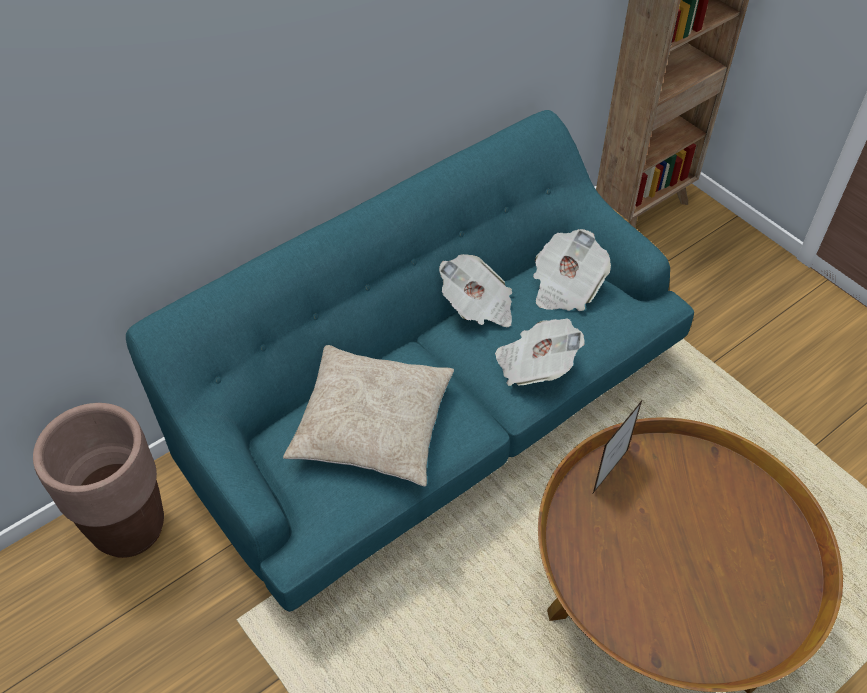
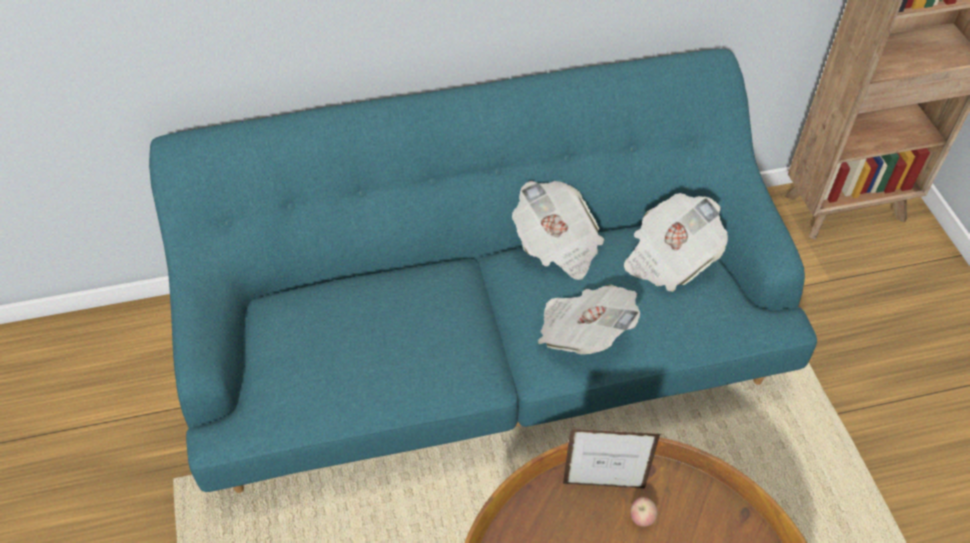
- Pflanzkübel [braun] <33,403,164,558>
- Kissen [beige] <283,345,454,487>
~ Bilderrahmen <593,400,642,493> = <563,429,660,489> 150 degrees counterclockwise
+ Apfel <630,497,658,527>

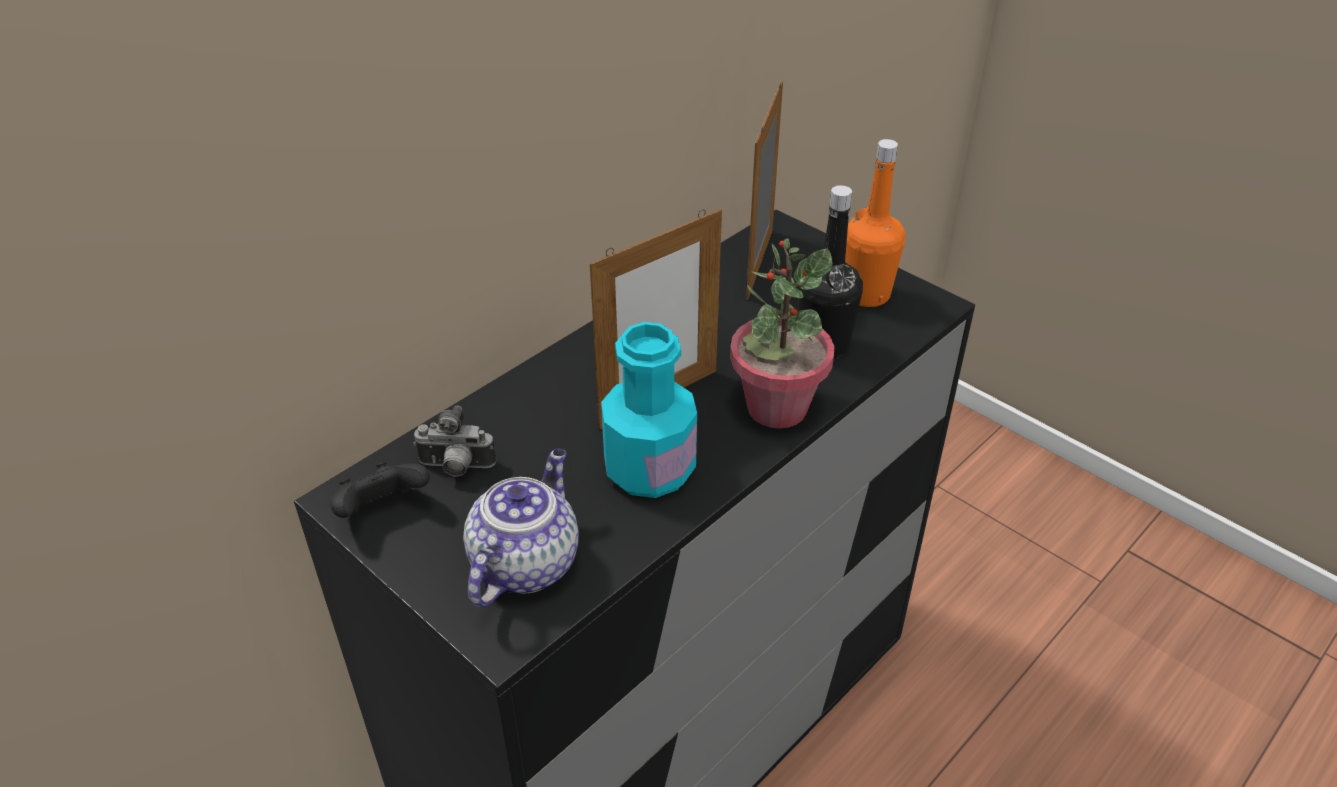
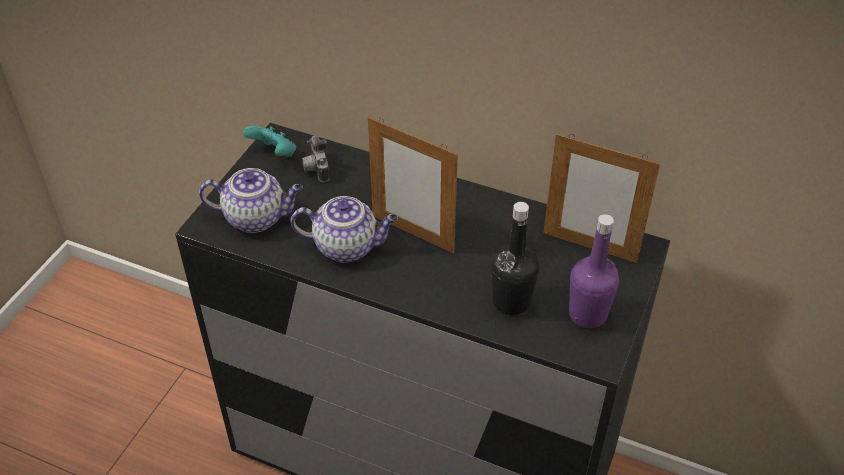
~ Gamepad [schwarz] <330,461,430,518> to Gamepad [türkis] <243,126,296,157>
~ Flasche [türkis] <601,322,697,498> to Teekanne <291,196,398,262>
- Topfpflanze <730,238,834,429>
~ Bilderrahmen <746,80,783,299> = <543,134,660,263> 150 degrees counterclockwise
~ Flasche [orange] <845,139,906,307> to Flasche [lila] <569,214,619,328>

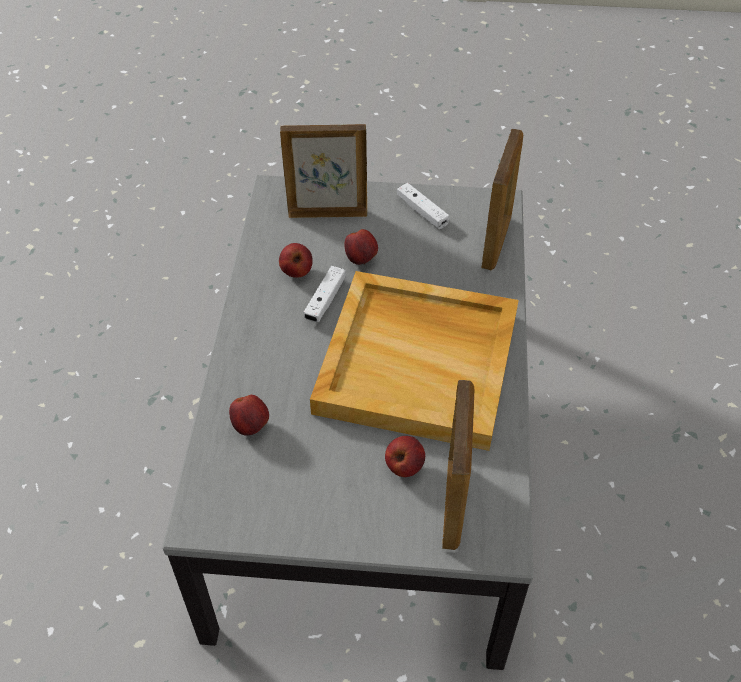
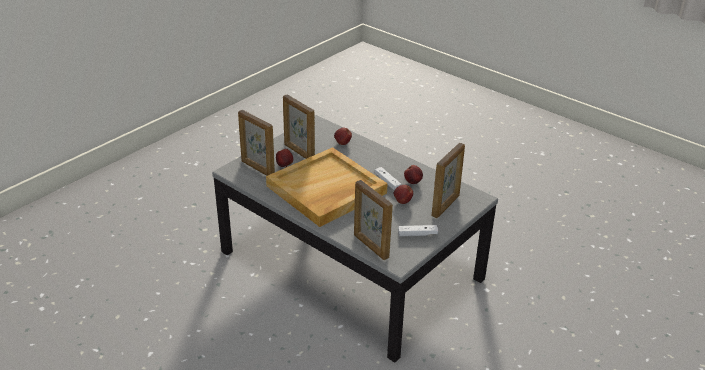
+ Bilderrahmen <283,94,315,159>

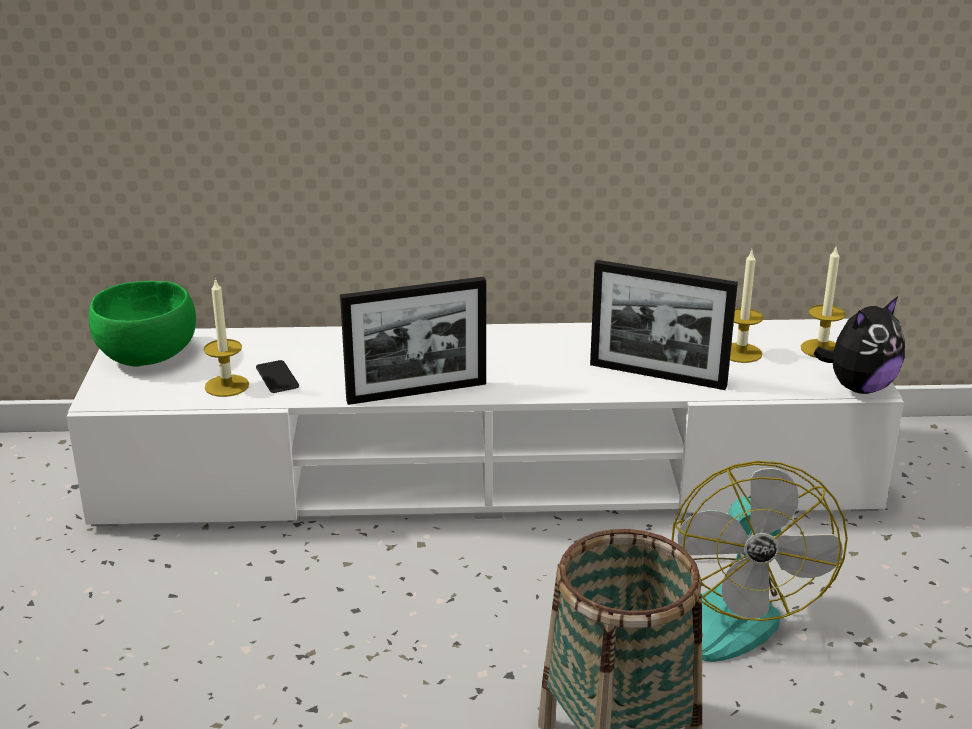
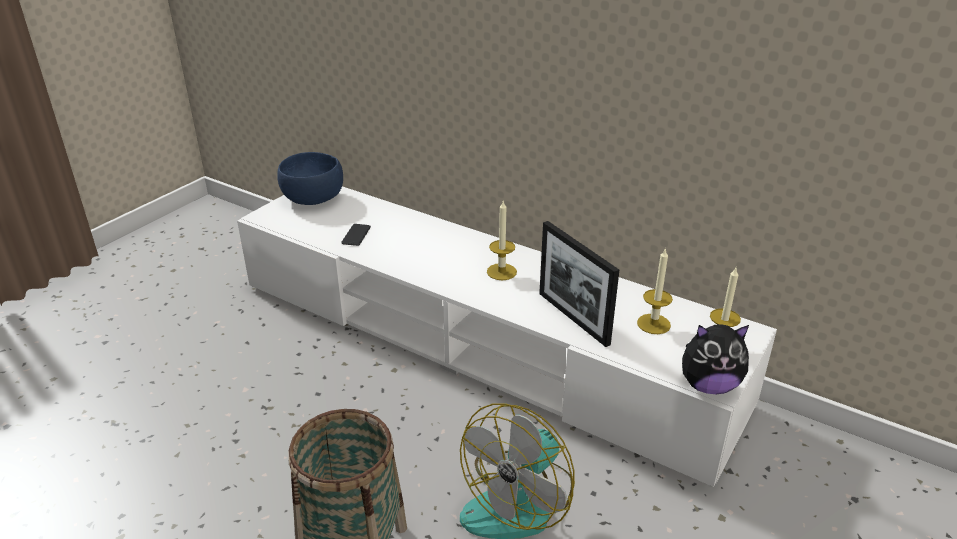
~ Schüssel [grün] <89,281,196,367> to Schüssel [blau] <277,152,343,205>
~ Kerze <204,278,249,397> to <487,201,517,280>
- Bilderrahmen <340,277,486,405>

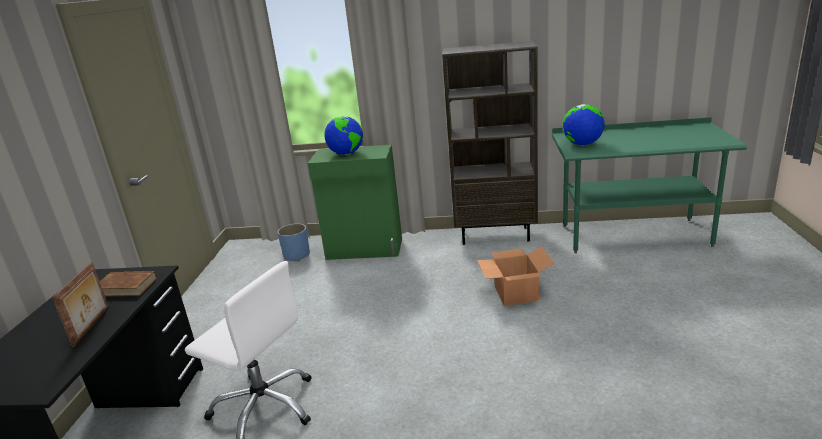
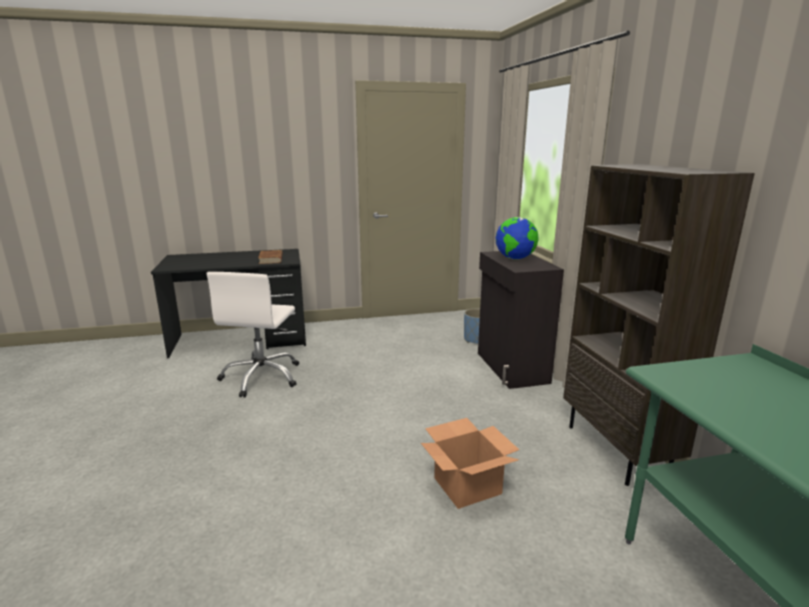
- Bilderrahmen <52,262,109,347>
~ Schrank [grün] <307,144,402,260> to Schrank [schwarz] <478,251,564,389>
- Globus <562,104,605,145>

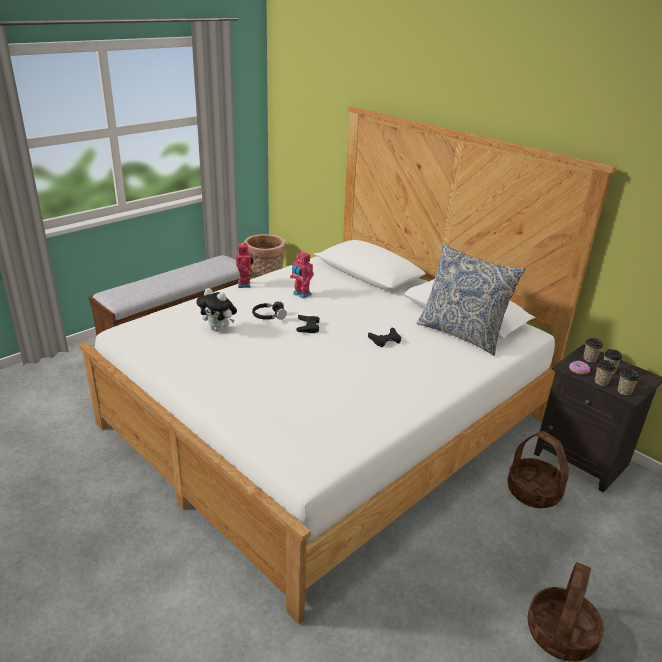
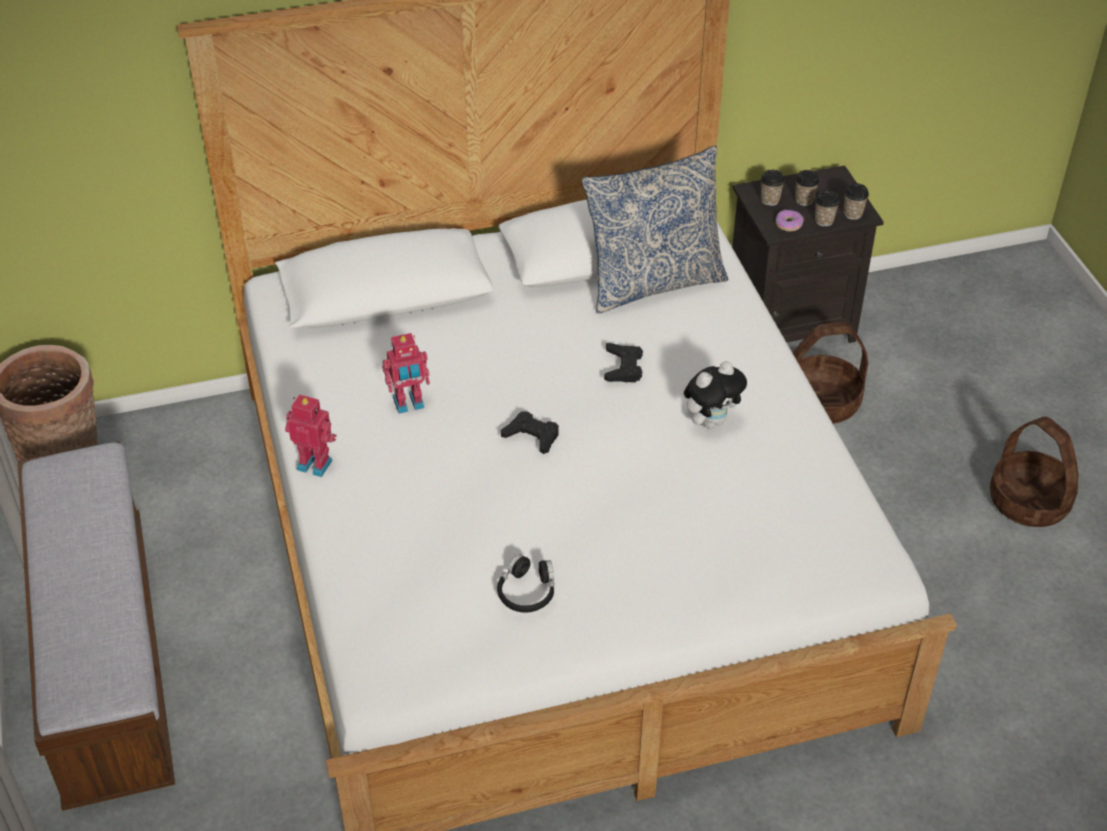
~ Plüschtier <196,288,237,332> to <684,361,747,429>
~ Kopfhörer [schwarz] <252,301,287,320> to <497,554,554,613>

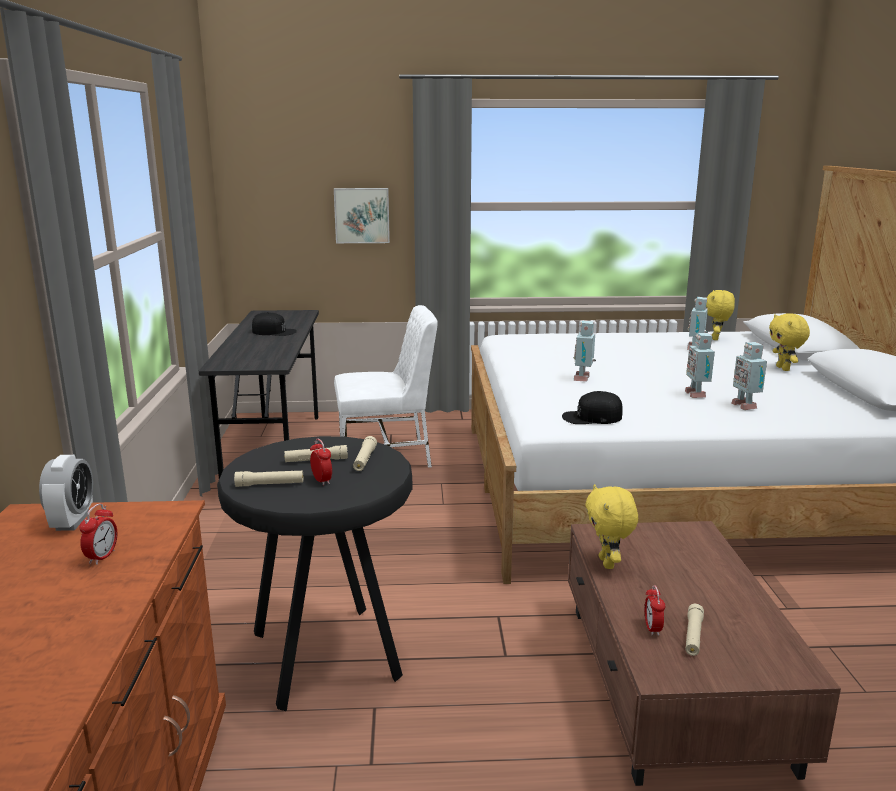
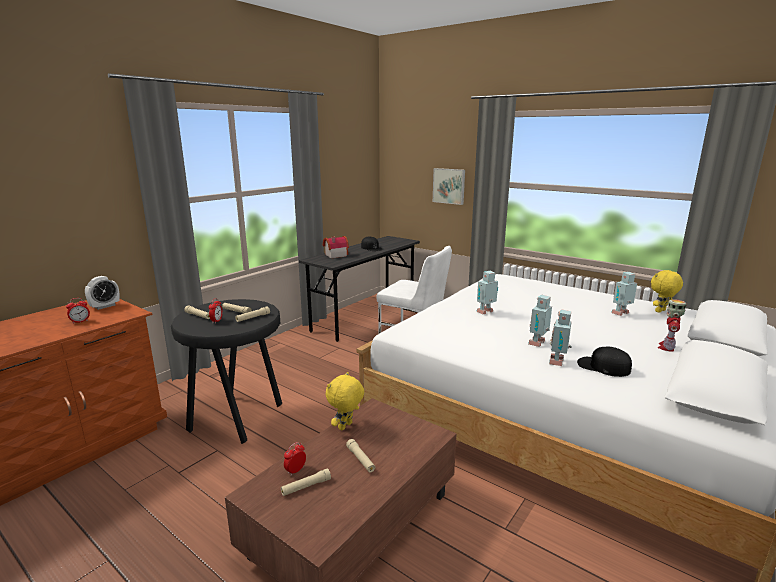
~ Kappe [schwarz] <562,391,623,424> to <577,347,632,377>
~ Plüschtier [gelb] <769,313,810,371> to Spielzeugroboter <658,299,687,352>
+ Spielzeughaus <323,236,349,258>
+ Taschenlampe [beige] <346,439,375,473>

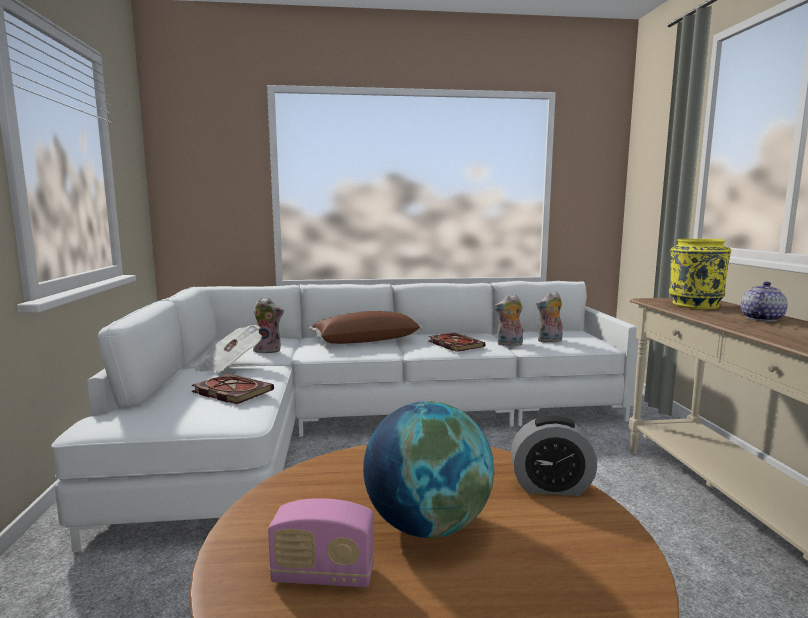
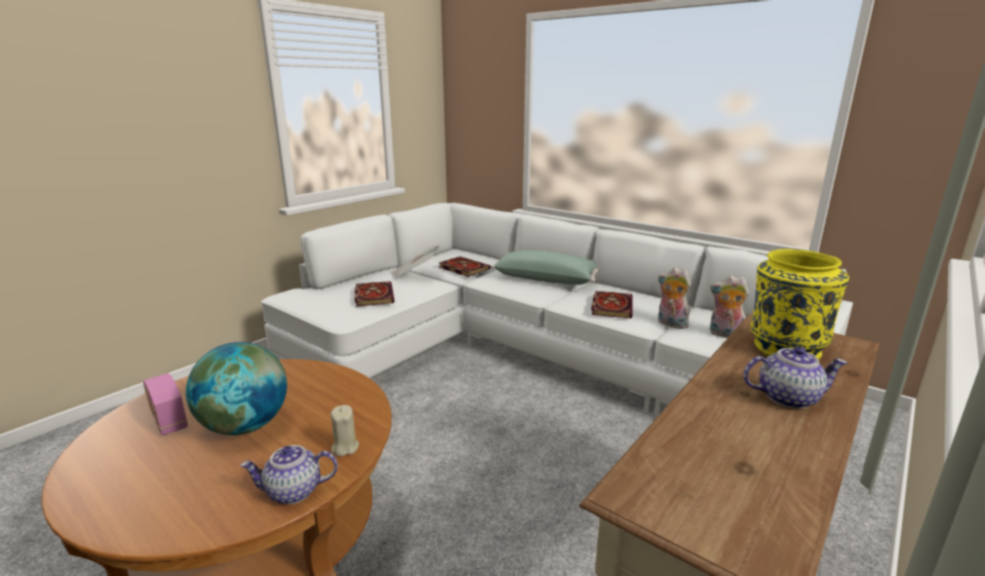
~ Plüschtier <253,298,284,353> to Buch <438,256,491,277>
~ Kissen [braun] <309,311,423,344> to Kissen [grün] <491,250,599,285>
~ Wecker <511,416,597,496> to Kerze [beige] <330,405,359,456>
+ Teekanne <240,445,338,504>

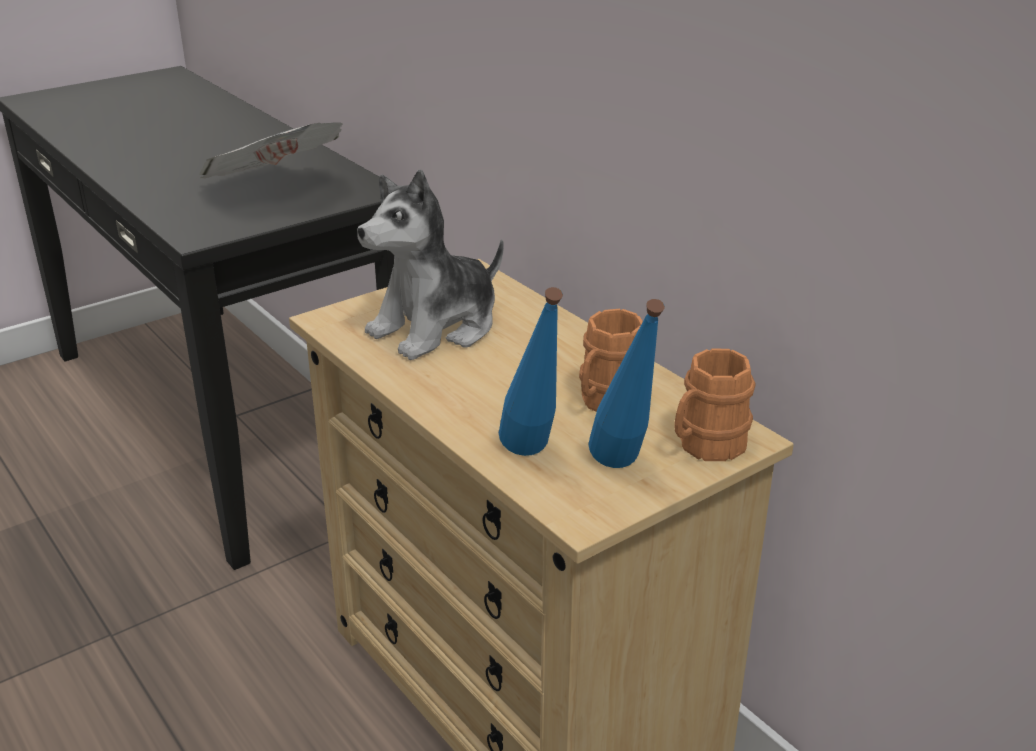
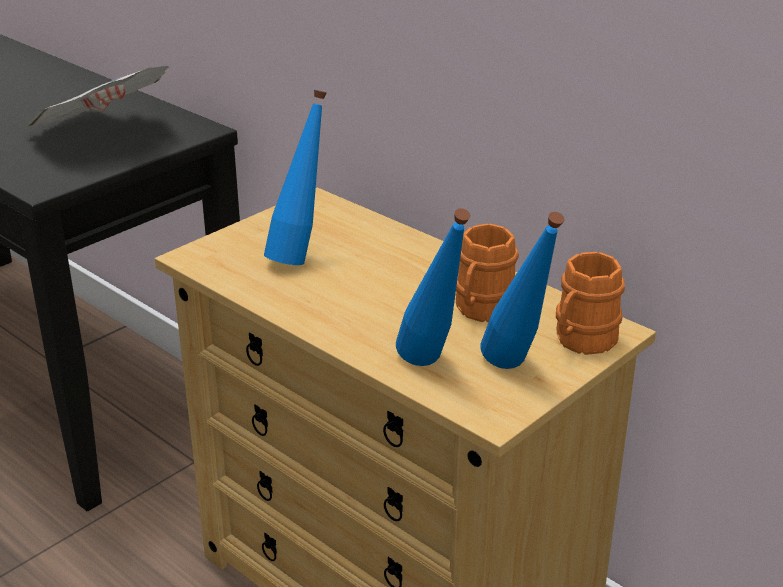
~ Plüschtier <357,170,504,360> to Flasche [blau] <264,90,327,265>

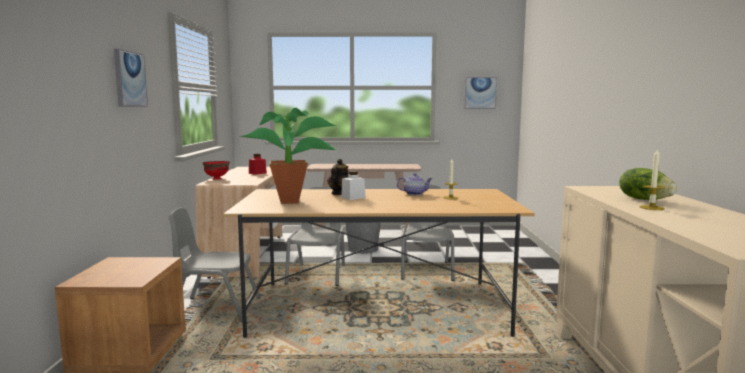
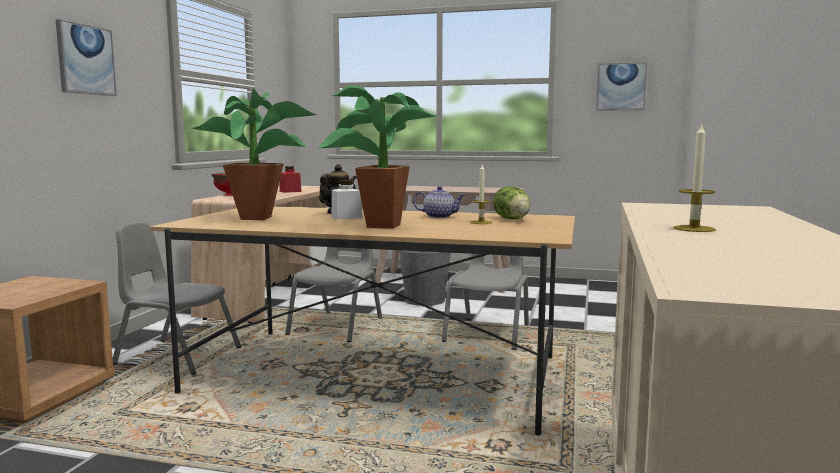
~ Salatkopf <619,168,677,200> to <493,186,530,219>
+ Topfpflanze <318,85,438,229>

